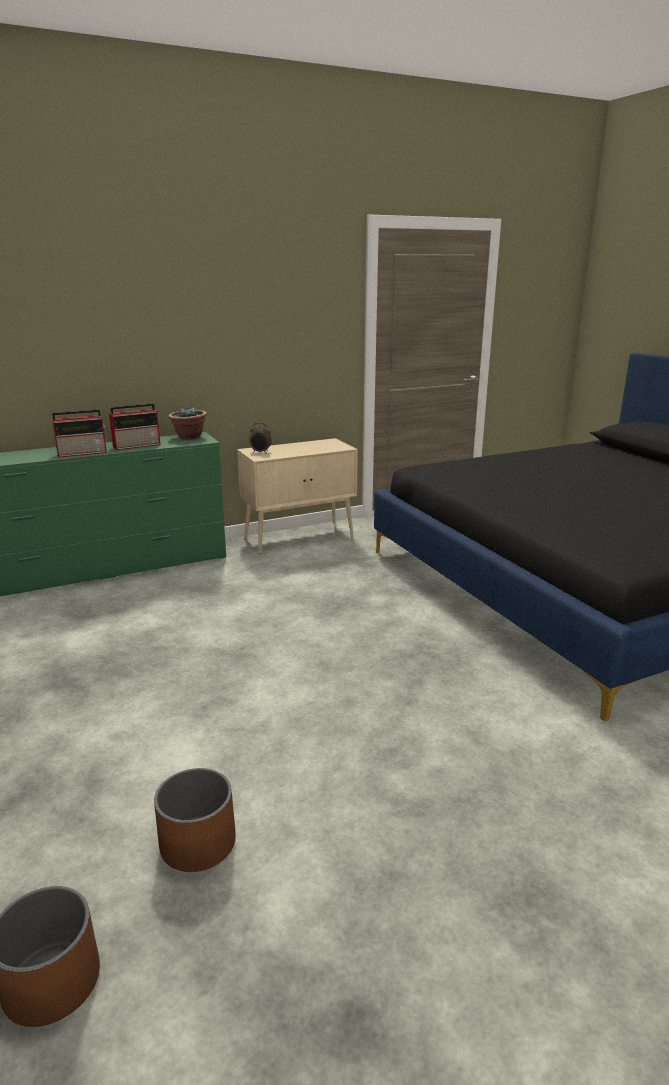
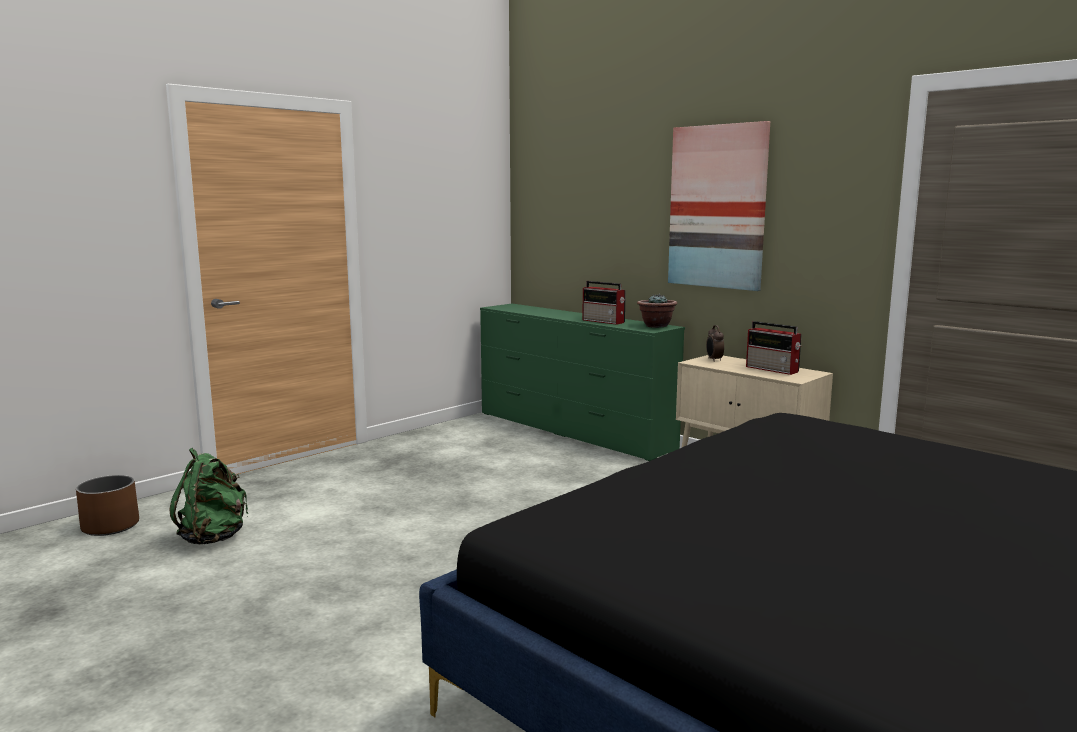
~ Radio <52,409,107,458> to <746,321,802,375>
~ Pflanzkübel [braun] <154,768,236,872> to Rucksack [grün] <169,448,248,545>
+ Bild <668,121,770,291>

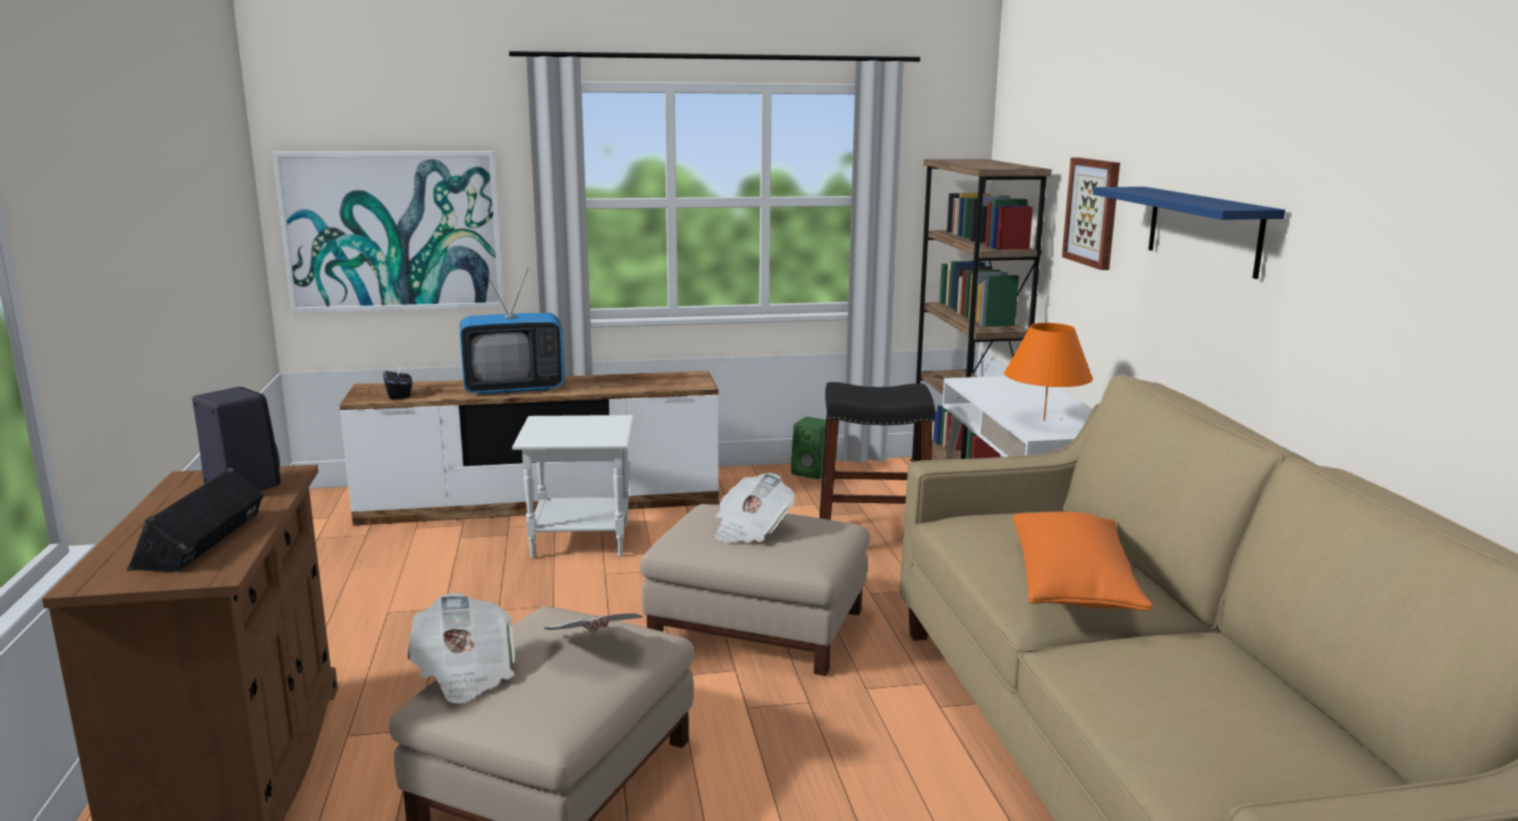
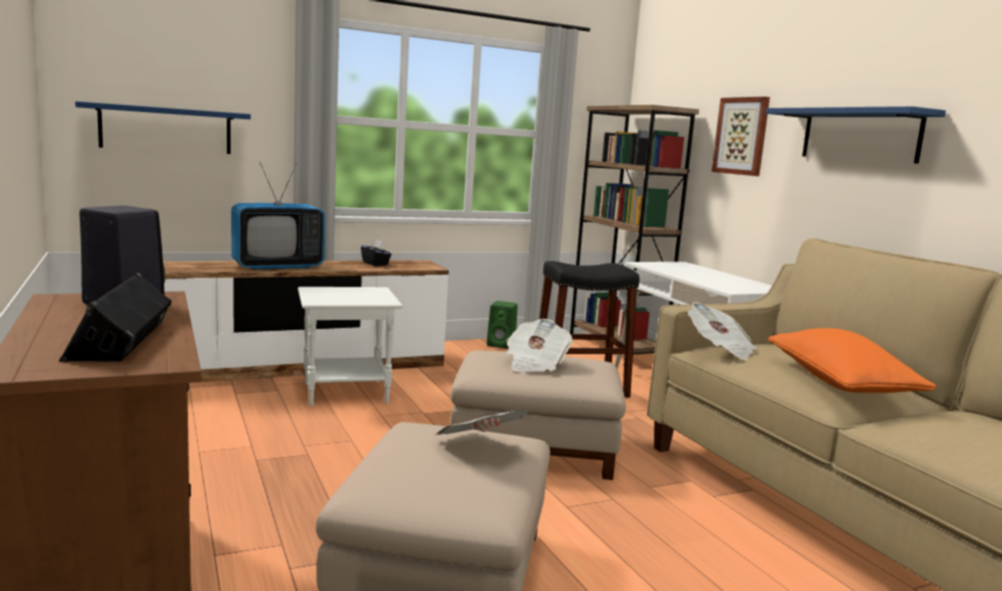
~ Bild <272,151,505,313> to Wandregal [blau] <75,101,251,154>
~ Taschentuchbox [schwarz] <383,363,412,399> to <361,240,392,266>
~ Zeitung <407,593,515,704> to <688,302,757,360>
- Tischlampe [orange] <1004,323,1093,421>

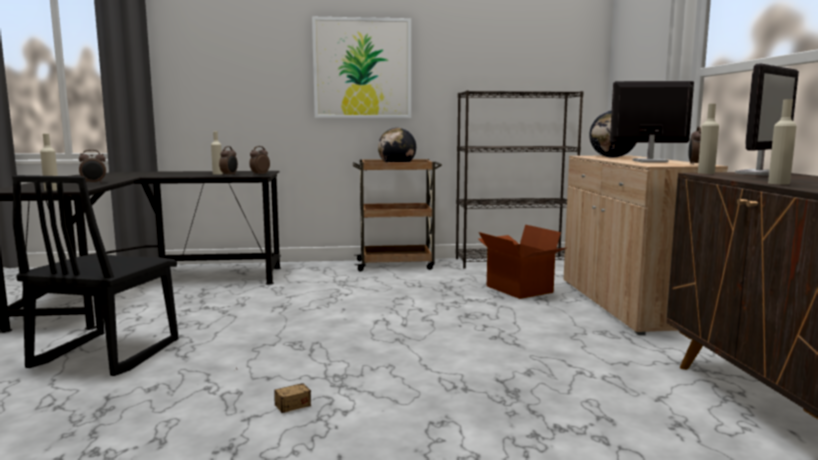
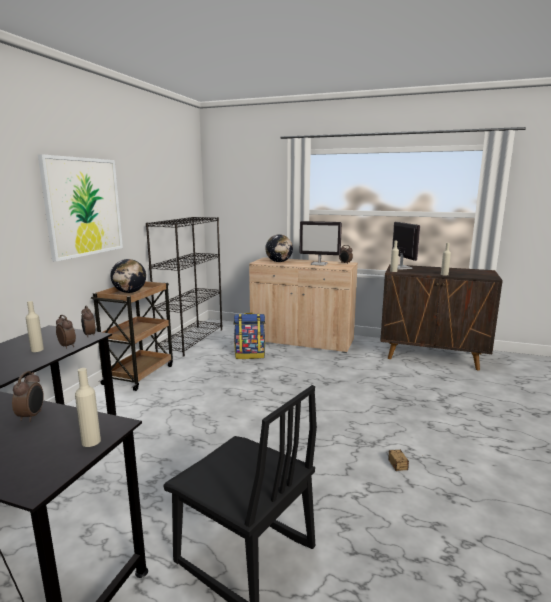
~ Karton <478,225,568,299> to Rucksack <234,313,265,359>
~ Monitor <610,81,694,163> = <300,221,342,266> 105 degrees counterclockwise

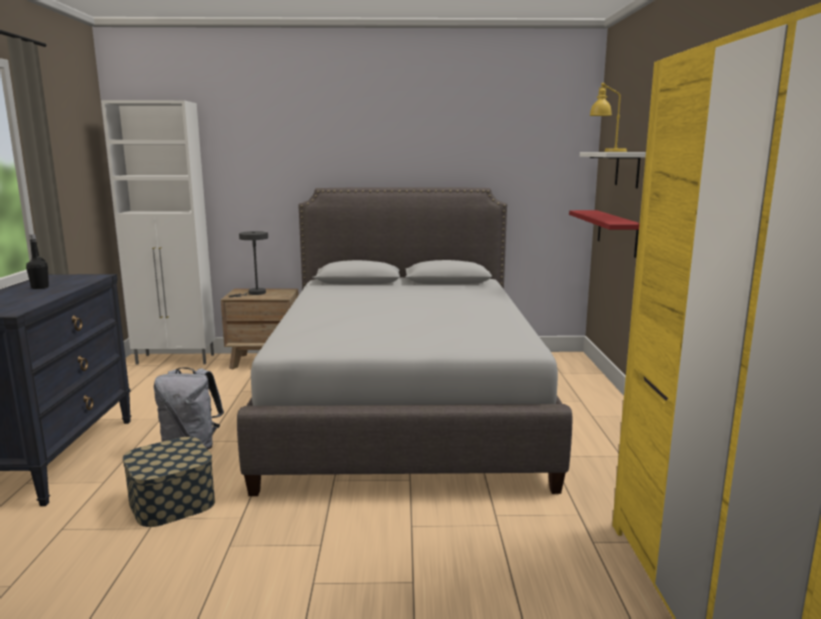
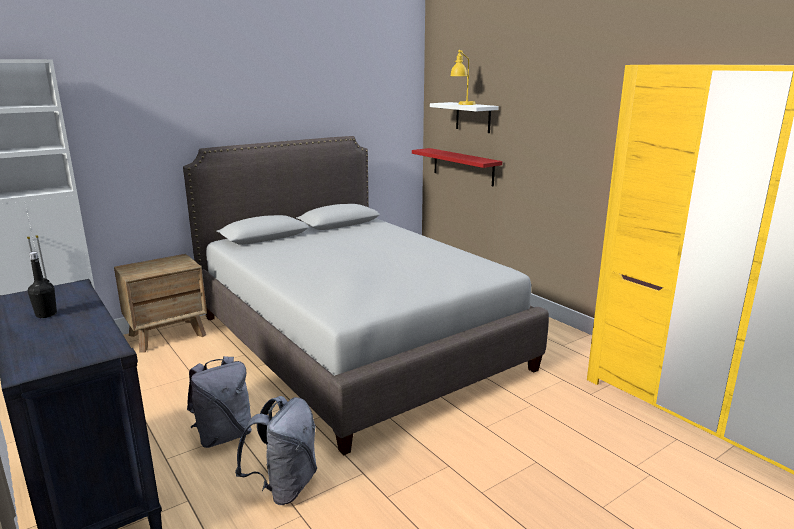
~ Aufbewahrungsbox <122,437,215,527> to Rucksack [grau] <235,396,317,505>
- Tischlampe [grau] <229,231,268,297>

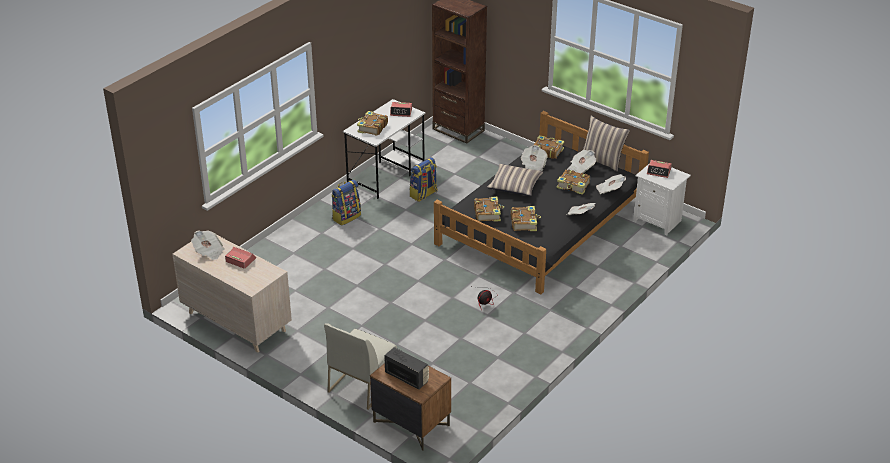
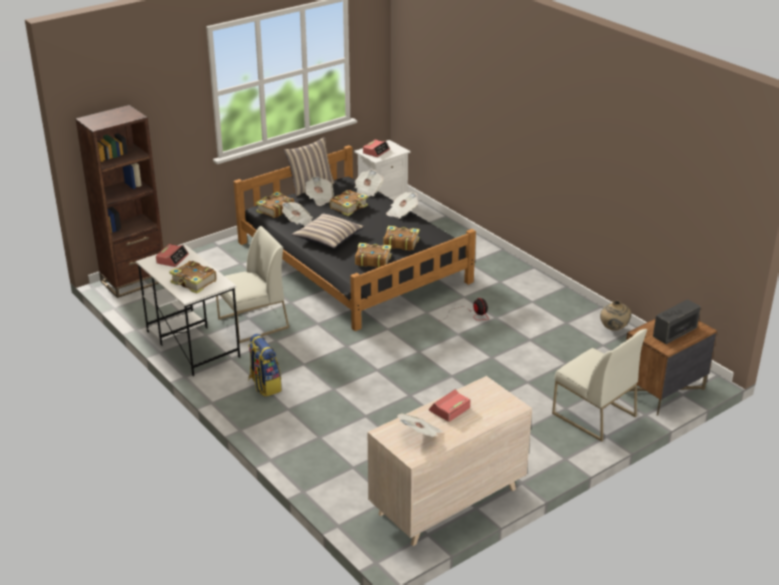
~ Rucksack <410,157,438,202> to Stuhl [weiß] <216,226,289,343>
+ Vase [beige] <600,301,631,331>

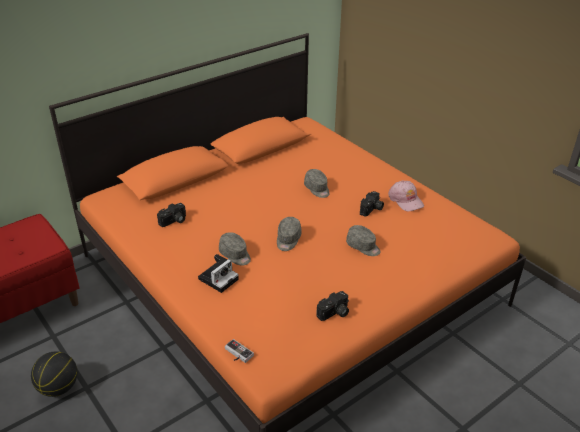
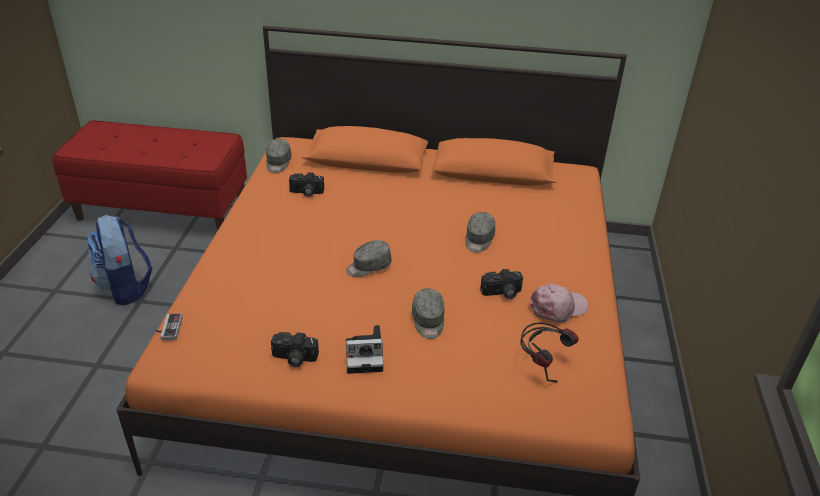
~ Basketball <31,352,77,397> to Rucksack <87,215,152,305>
~ Kamera <198,254,239,293> to <346,325,384,374>
~ Kappe [grau] <219,232,251,265> to <266,139,292,173>
~ Kappe [rosa] <388,180,424,212> = <530,284,589,323> 135 degrees counterclockwise
+ Kopfhörer <520,322,579,382>

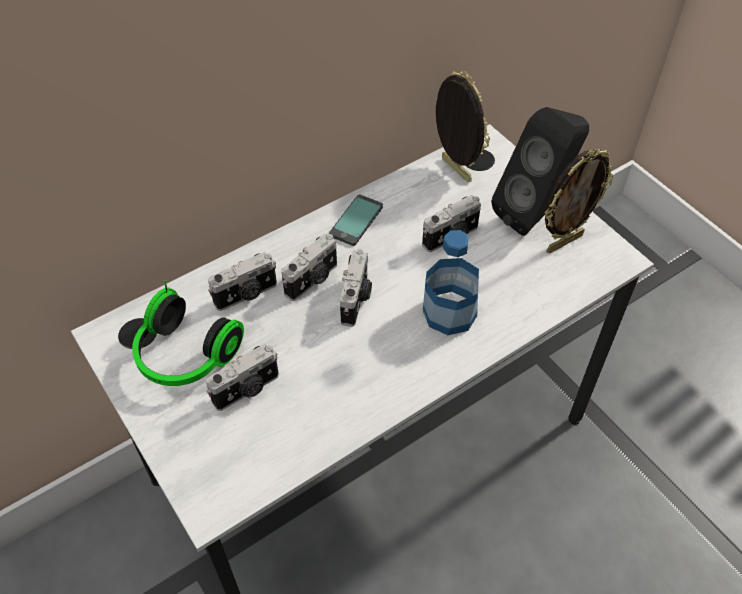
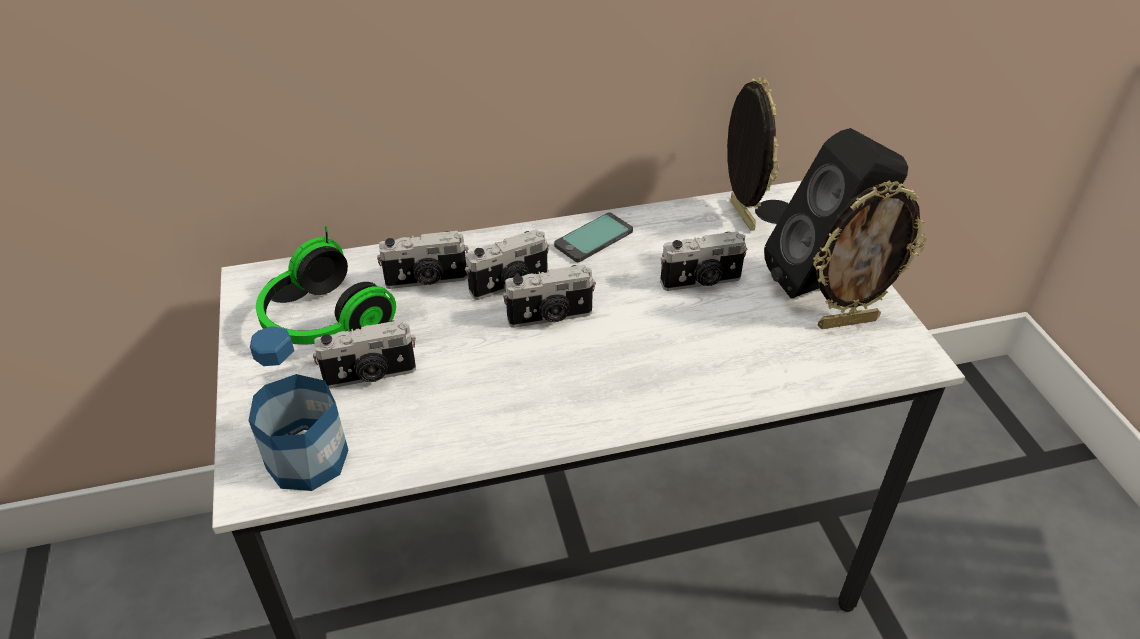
~ Kamera <340,249,372,327> = <503,265,596,328> 45 degrees clockwise
~ Flasche <423,230,479,335> to <248,326,348,491>

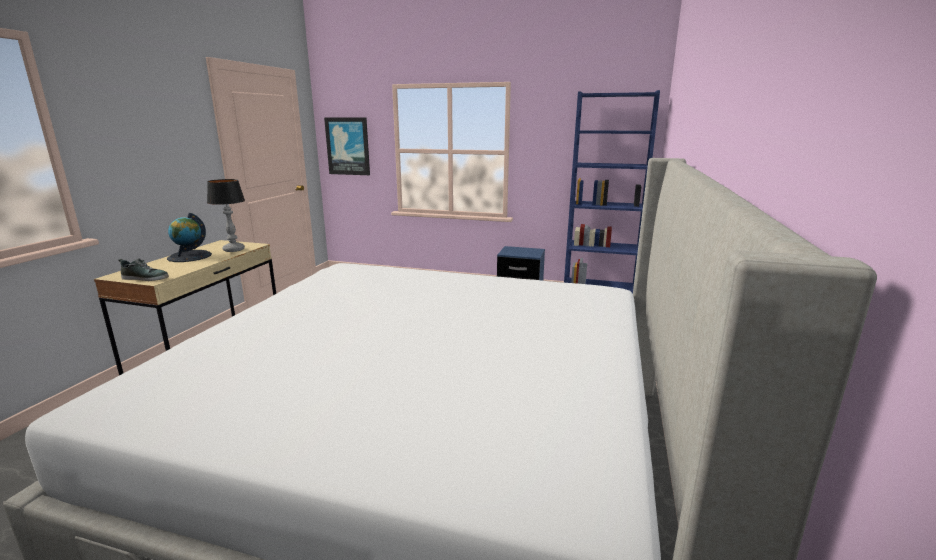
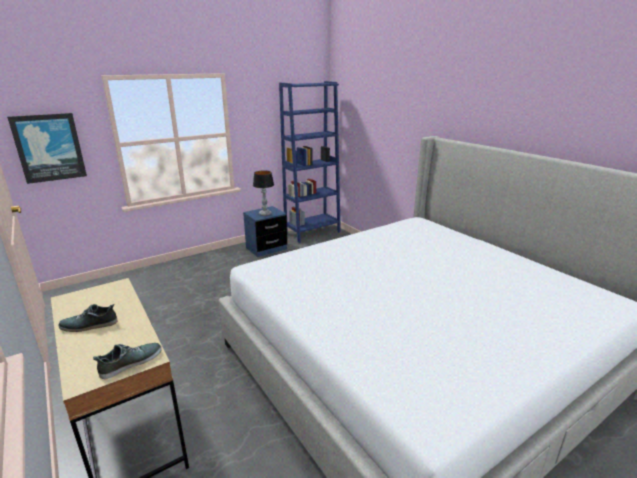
~ Globus <167,213,212,262> to Schuh <59,304,118,332>
~ Tischlampe <207,179,245,252> to <253,170,274,216>

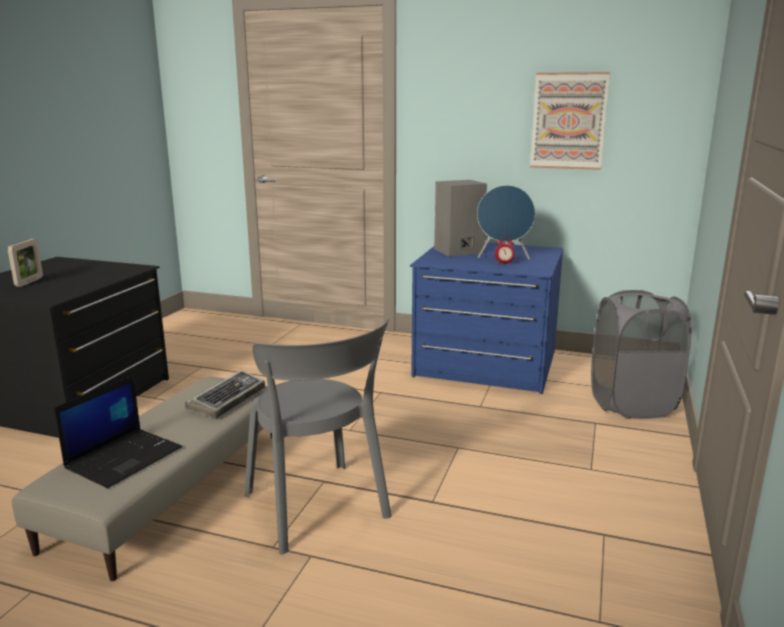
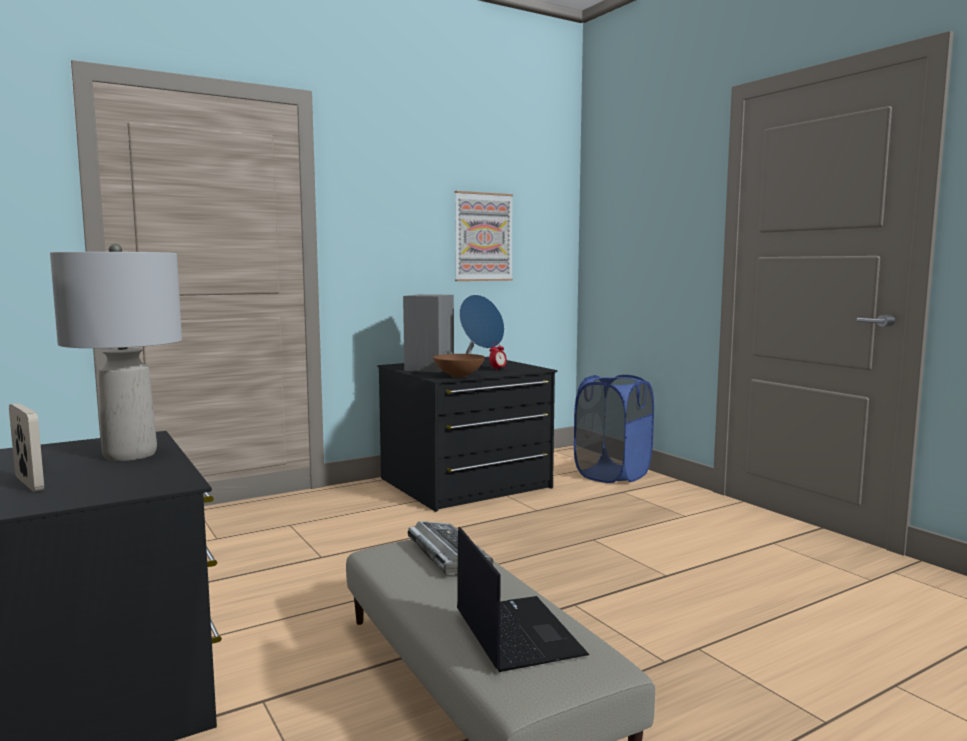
- Stuhl [grau] <244,319,392,555>
~ Kommode [blau] <410,243,563,394> to Kommode [schwarz] <377,357,557,512>
~ Wäschekorb [grau] <591,290,691,419> to Wäschekorb [blau] <574,375,654,483>
+ Tischlampe [grau] <50,244,182,461>
+ Schüssel [braun] <433,354,485,378>

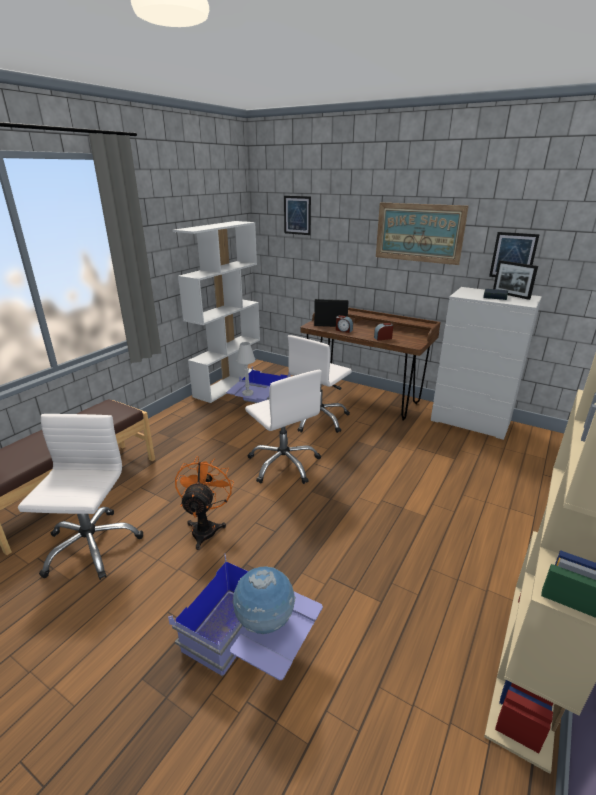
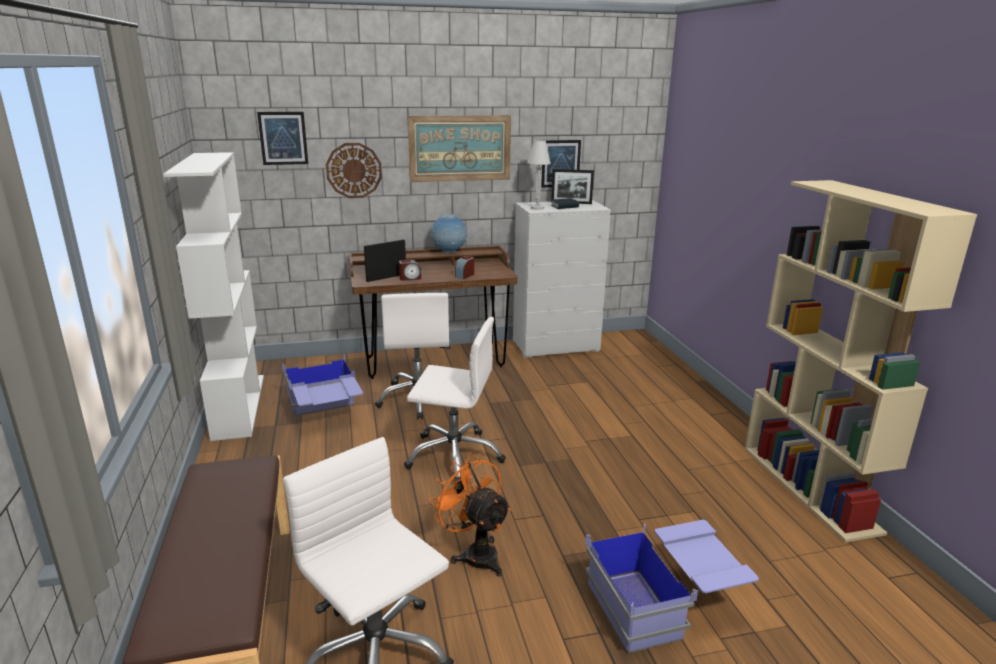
~ Globus <233,567,296,634> to <430,214,467,253>
~ Tischlampe [weiß] <236,342,256,396> to <527,140,551,210>
+ Wanduhr <326,143,382,198>

